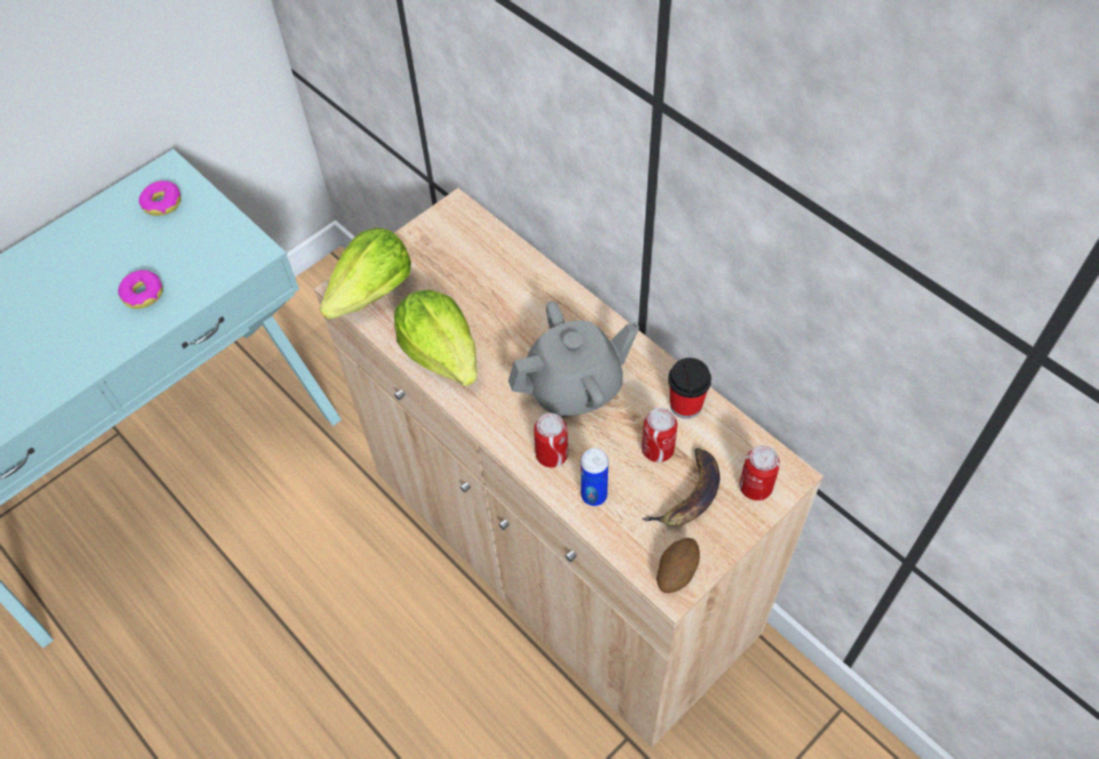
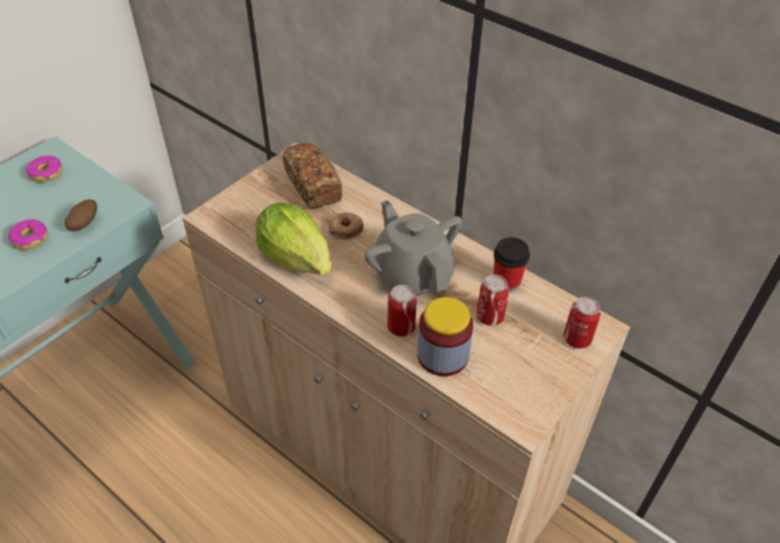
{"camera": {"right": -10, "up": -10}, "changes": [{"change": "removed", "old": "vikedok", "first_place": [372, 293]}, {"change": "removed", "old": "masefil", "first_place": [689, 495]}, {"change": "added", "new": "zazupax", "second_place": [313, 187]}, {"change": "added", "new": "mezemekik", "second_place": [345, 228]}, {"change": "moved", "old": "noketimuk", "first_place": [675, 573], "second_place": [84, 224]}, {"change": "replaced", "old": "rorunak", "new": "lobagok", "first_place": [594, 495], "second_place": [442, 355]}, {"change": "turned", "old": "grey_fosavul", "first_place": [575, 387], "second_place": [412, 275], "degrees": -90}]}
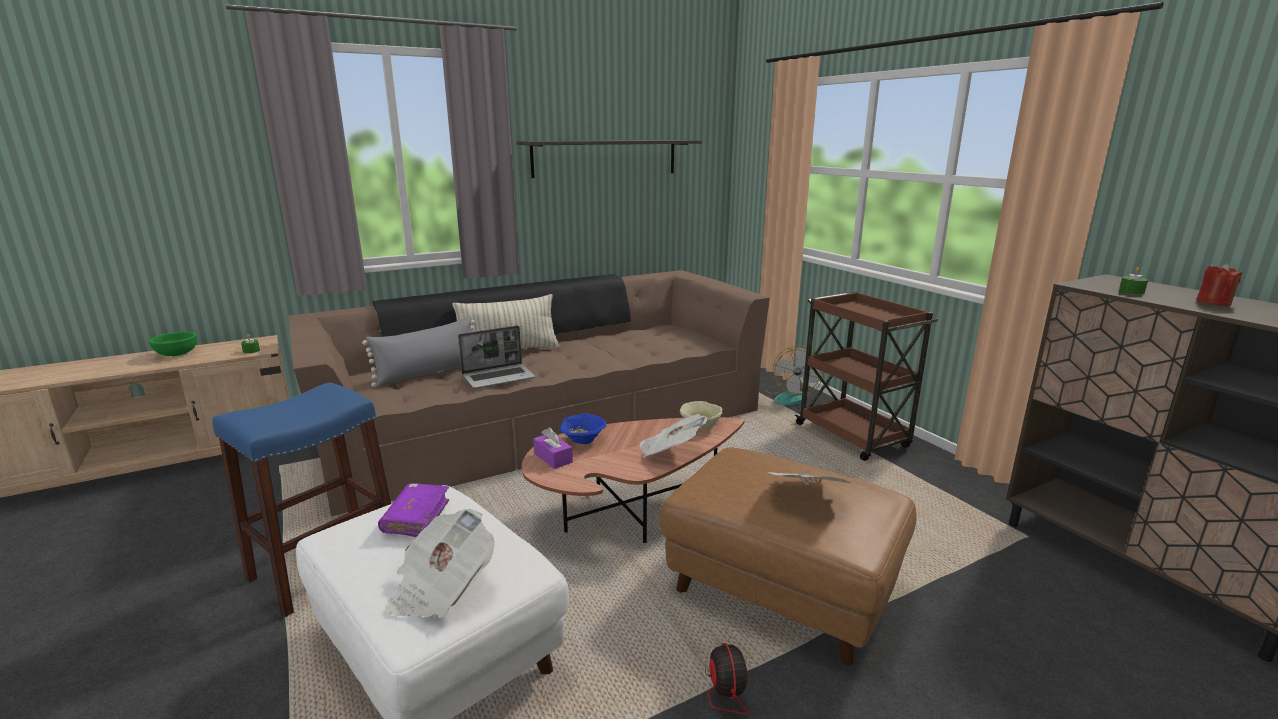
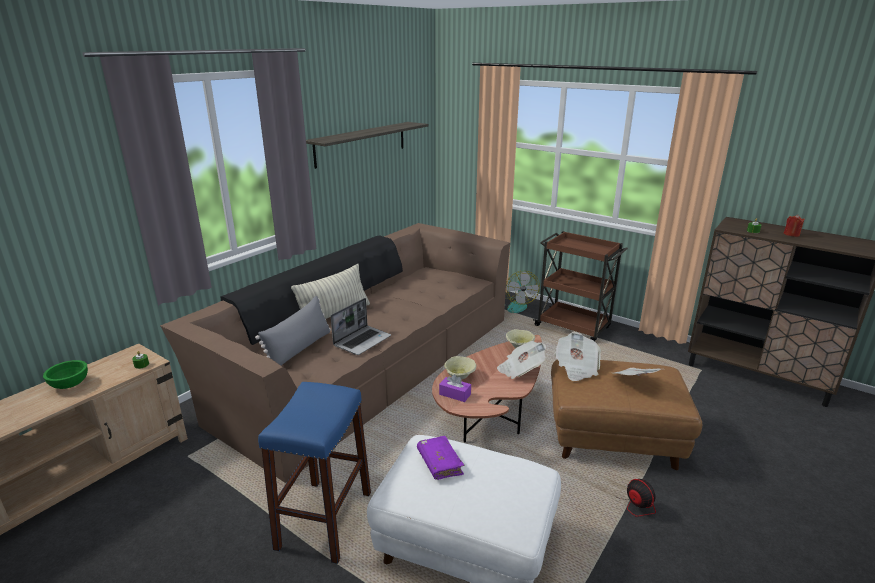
{"camera": {"right": -25, "up": 5}, "changes": [{"change": "moved", "old": "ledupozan", "first_place": [442, 587], "second_place": [576, 368]}, {"change": "recoloured", "old": "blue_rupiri", "new": "beige_rupiri", "first_place": [583, 441], "second_place": [460, 376]}]}
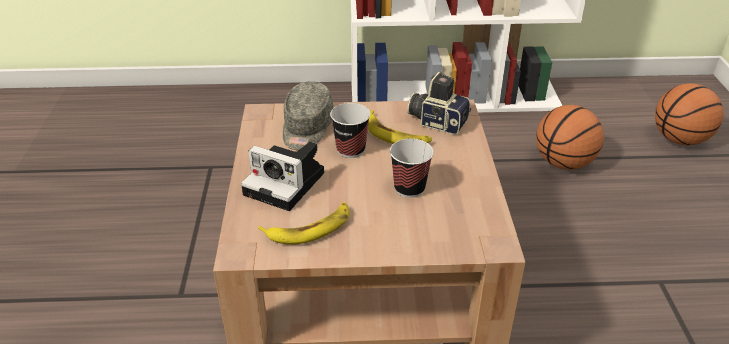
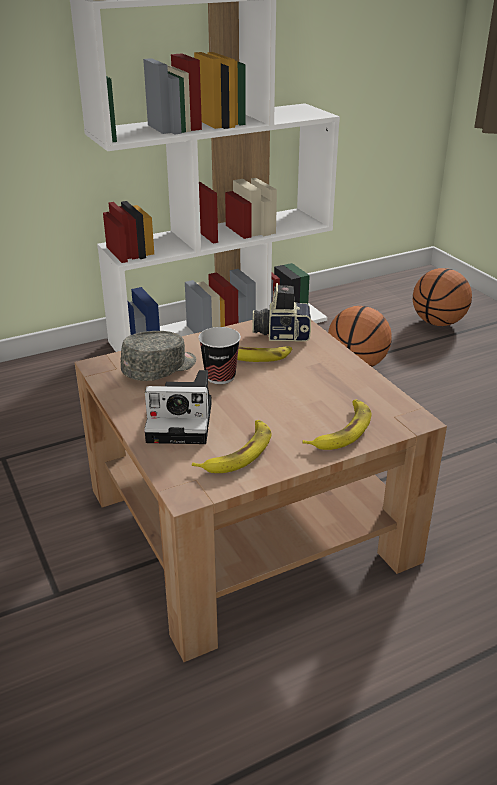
{"camera": {"right": -25, "up": -5}, "changes": [{"change": "removed", "old": "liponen", "first_place": [409, 188]}, {"change": "added", "new": "masefil", "second_place": [342, 430]}, {"change": "turned", "old": "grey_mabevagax", "first_place": [306, 129], "second_place": [160, 369], "degrees": -120}]}
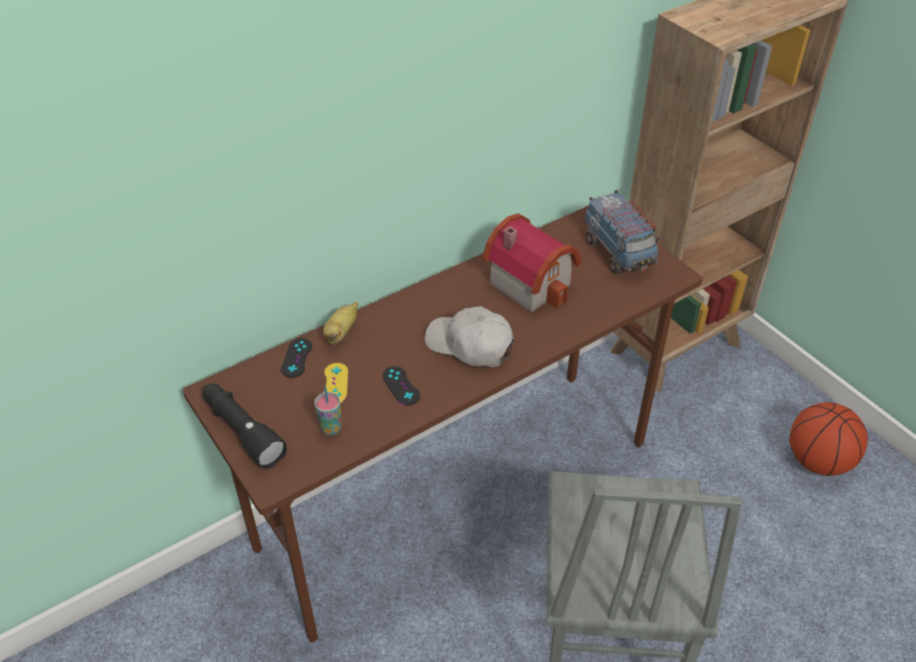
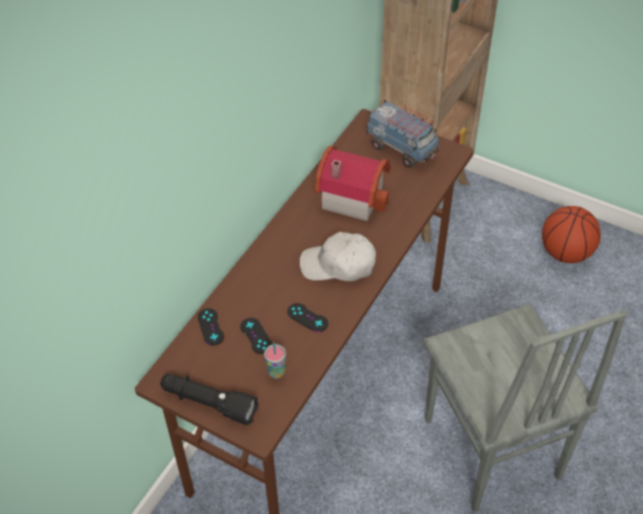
{"camera": {"right": -25, "up": 5}, "changes": [{"change": "removed", "old": "masefil", "first_place": [341, 333]}, {"change": "recoloured", "old": "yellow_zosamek", "new": "black_zosamek", "first_place": [335, 384], "second_place": [256, 336]}]}
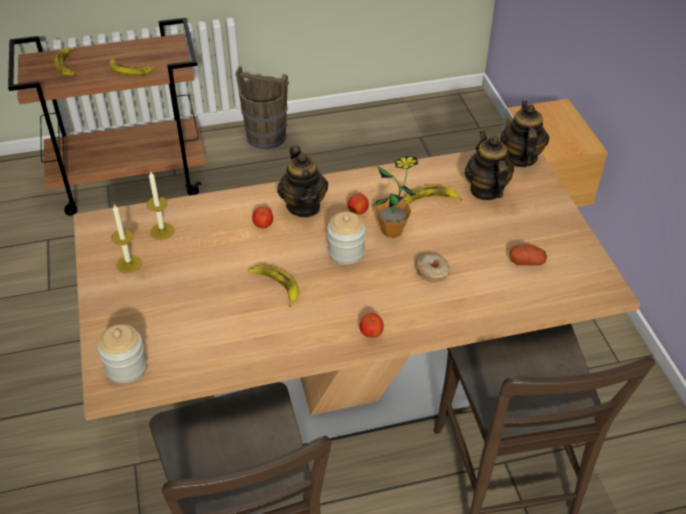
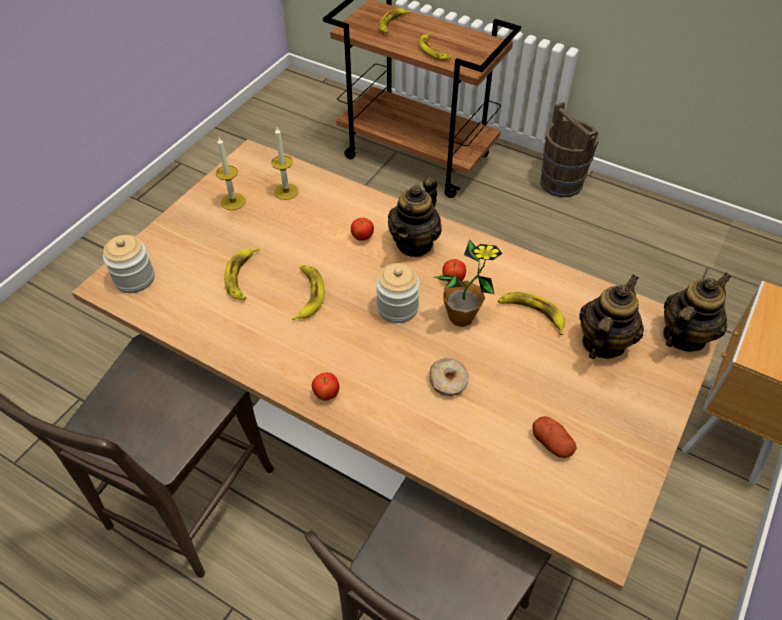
{"camera": {"right": 45, "up": 5}, "changes": [{"change": "added", "new": "masefil", "second_place": [242, 277]}]}
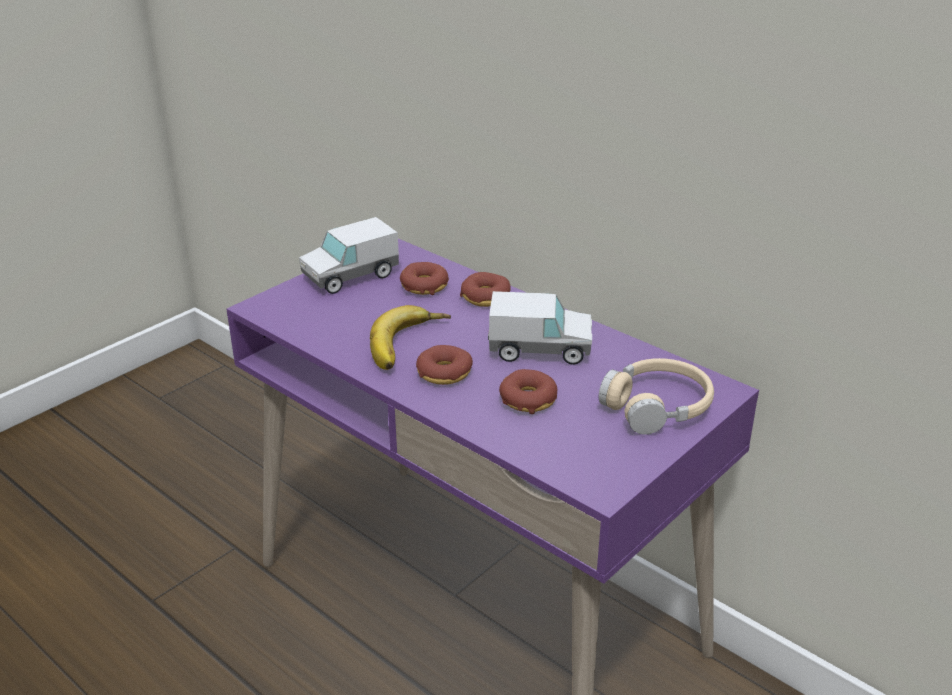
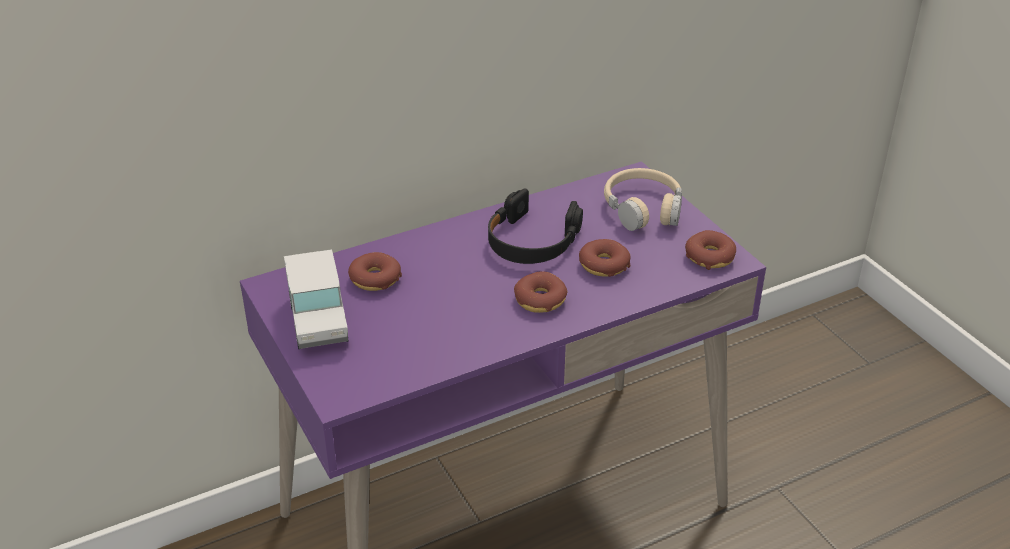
{"camera": {"right": -70, "up": 5}, "changes": [{"change": "removed", "old": "masefil", "first_place": [410, 345]}, {"change": "moved", "old": "mezemekik", "first_place": [485, 297], "second_place": [709, 257]}, {"change": "replaced", "old": "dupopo", "new": "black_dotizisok", "first_place": [539, 349], "second_place": [531, 241]}]}
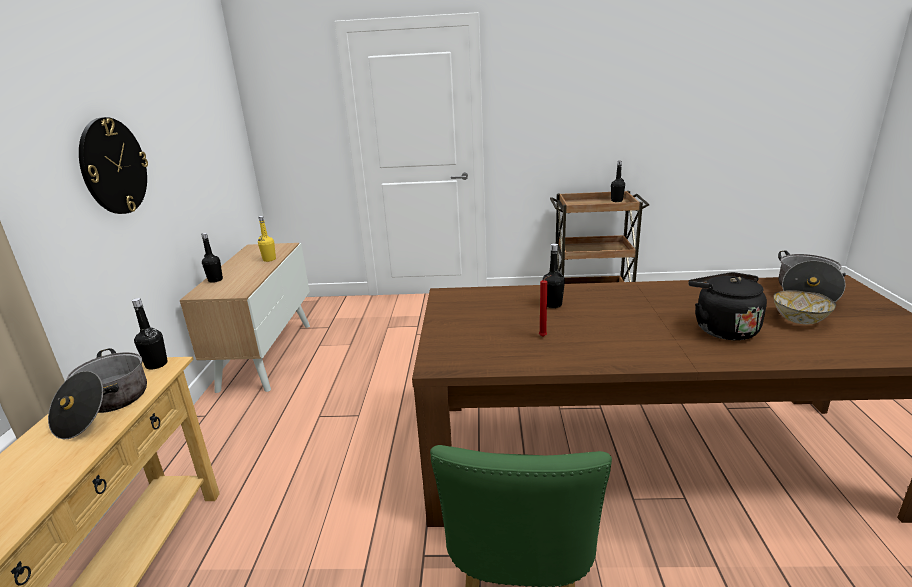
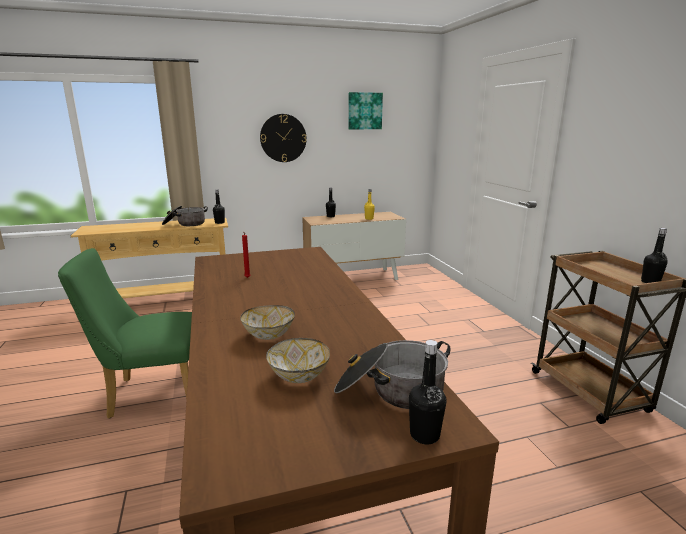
{"camera": {"right": 70, "up": -5}, "changes": [{"change": "added", "new": "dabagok", "second_place": [364, 111]}, {"change": "moved", "old": "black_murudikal", "first_place": [552, 304], "second_place": [424, 435]}, {"change": "replaced", "old": "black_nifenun", "new": "rupiri", "first_place": [722, 329], "second_place": [269, 335]}]}
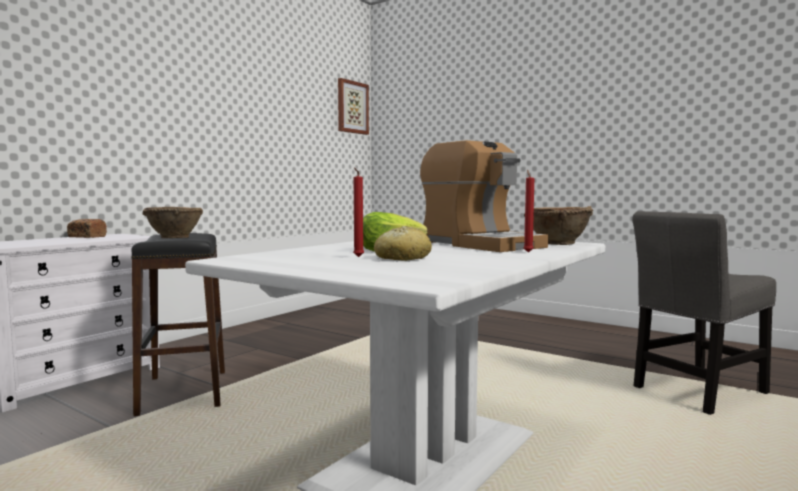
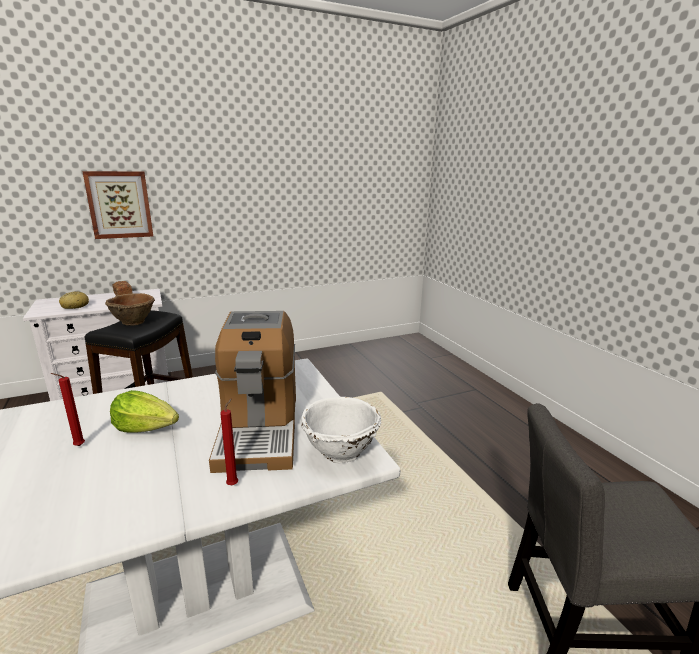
{"camera": {"right": 30, "up": 15}, "changes": [{"change": "moved", "old": "dabagok", "first_place": [352, 107], "second_place": [119, 204]}, {"change": "moved", "old": "zazupax", "first_place": [402, 258], "second_place": [75, 306]}, {"change": "recoloured", "old": "brown_rupiri", "new": "white_rupiri", "first_place": [557, 243], "second_place": [340, 452]}]}
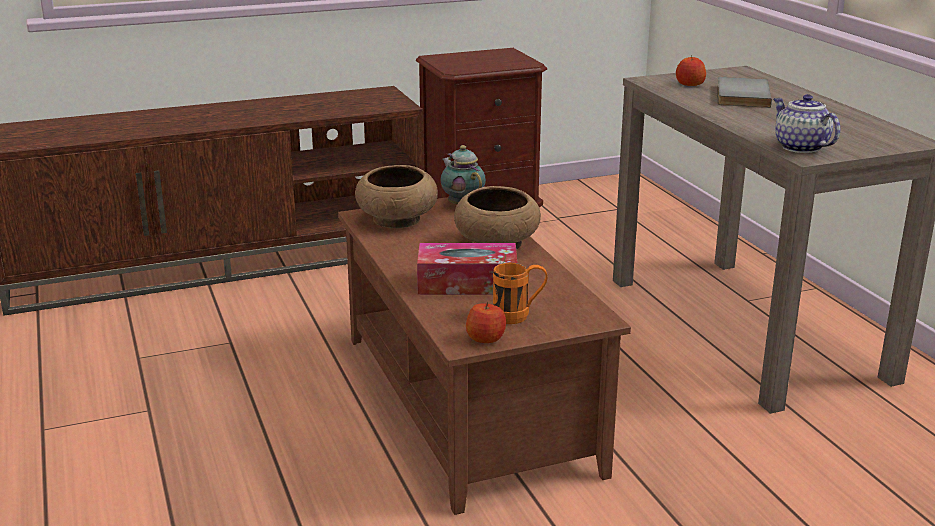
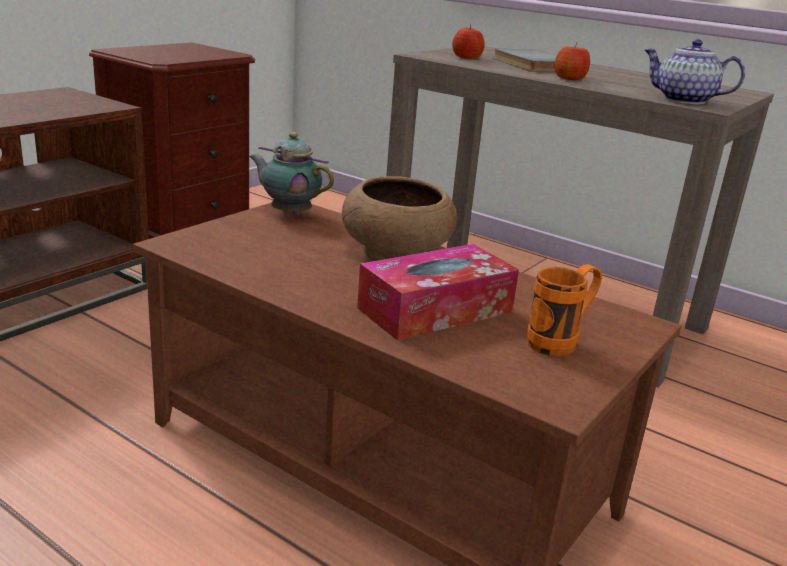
{"camera": {"right": -35, "up": 0}, "changes": [{"change": "removed", "old": "brown_rupiri", "first_place": [397, 220]}, {"change": "moved", "old": "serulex", "first_place": [486, 338], "second_place": [569, 79]}]}
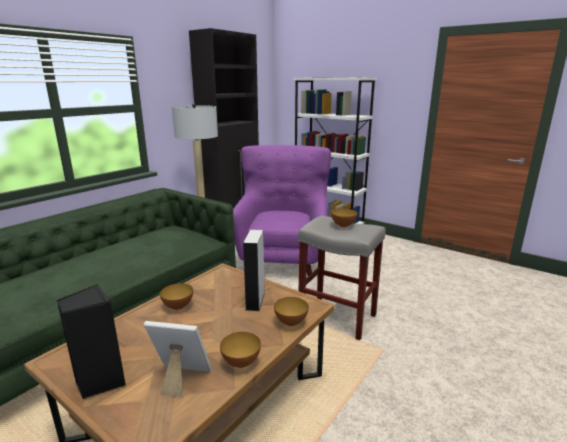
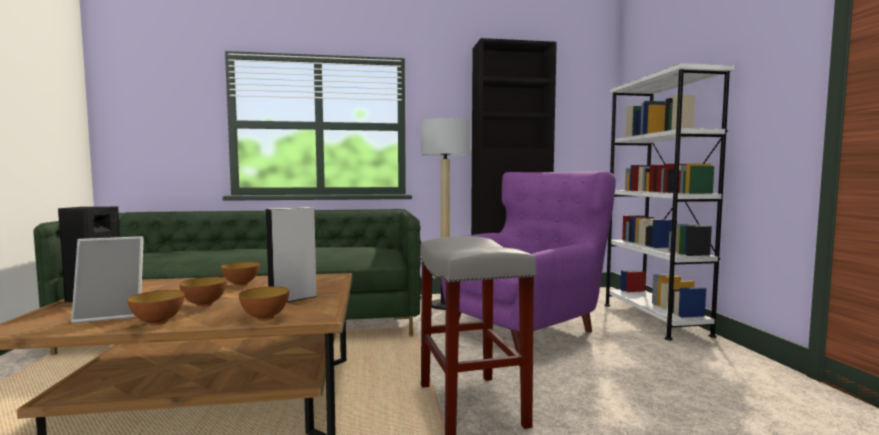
{"camera": {"right": 45, "up": -15}, "changes": [{"change": "moved", "old": "rupiri", "first_place": [343, 226], "second_place": [204, 304]}, {"change": "turned", "old": "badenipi", "first_place": [180, 379], "second_place": [113, 314], "degrees": 105}]}
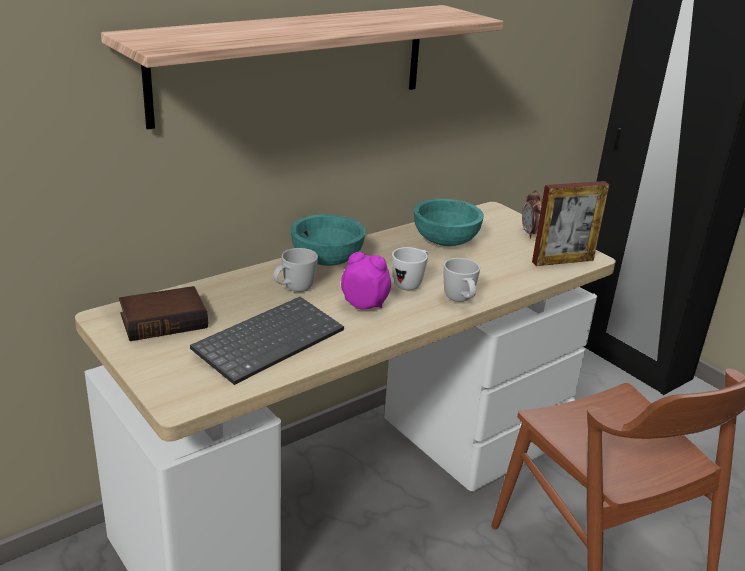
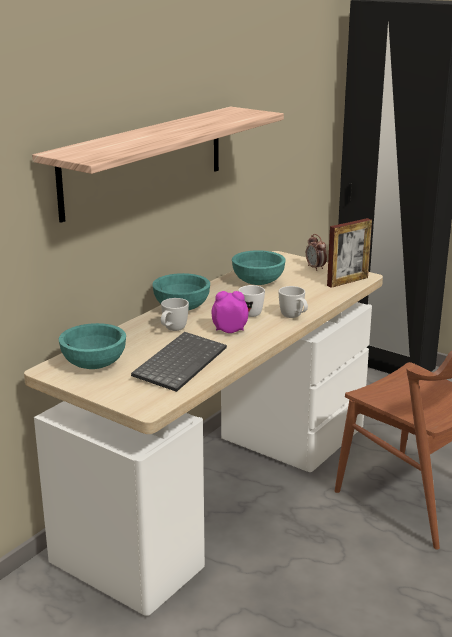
{"camera": {"right": -15, "up": -5}, "changes": [{"change": "replaced", "old": "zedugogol", "new": "turquoise_rupiri", "first_place": [164, 319], "second_place": [94, 364]}]}
